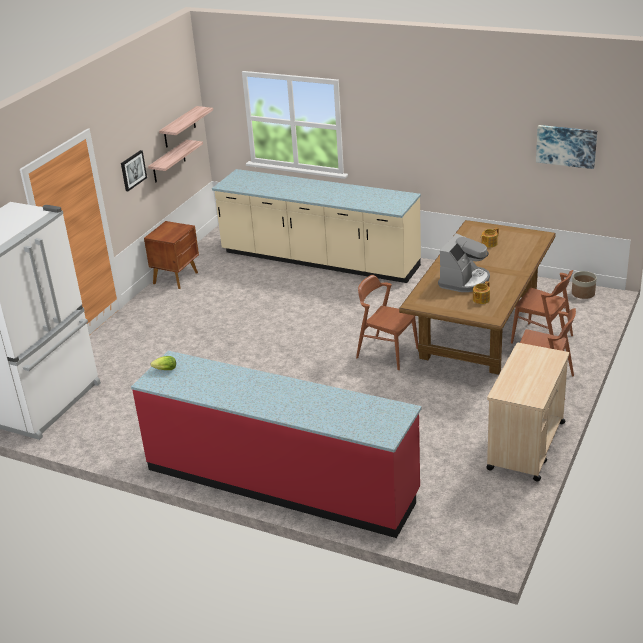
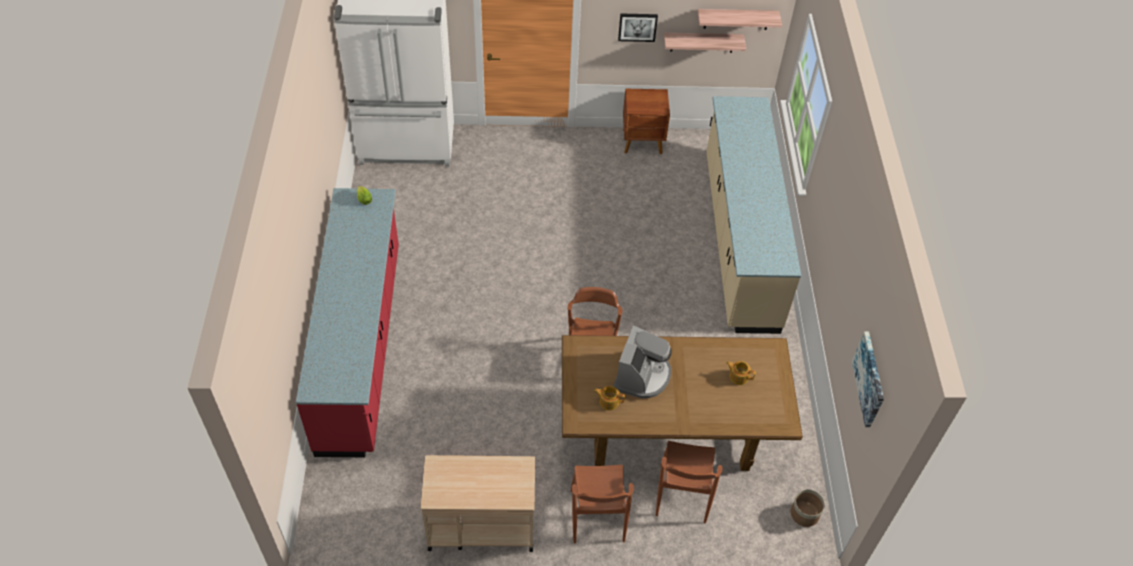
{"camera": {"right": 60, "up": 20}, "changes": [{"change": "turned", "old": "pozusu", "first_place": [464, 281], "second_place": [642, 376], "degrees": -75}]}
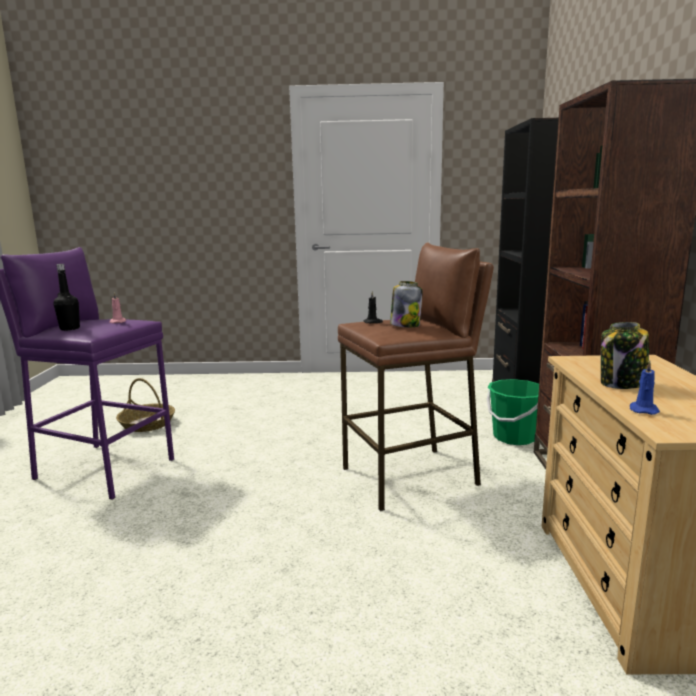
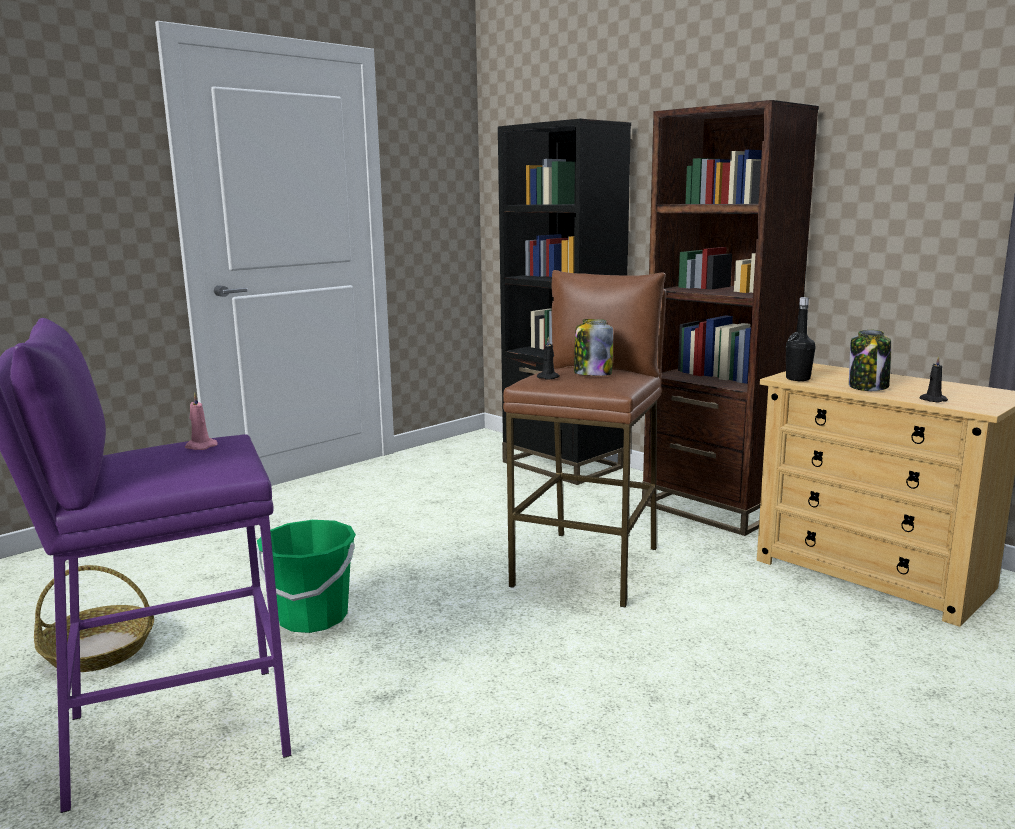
{"camera": {"right": -45, "up": 0}, "changes": [{"change": "moved", "old": "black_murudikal", "first_place": [70, 328], "second_place": [798, 379]}, {"change": "moved", "old": "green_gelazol", "first_place": [514, 437], "second_place": [312, 617]}, {"change": "recoloured", "old": "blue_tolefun", "new": "black_tolefun", "first_place": [643, 410], "second_place": [932, 400]}]}
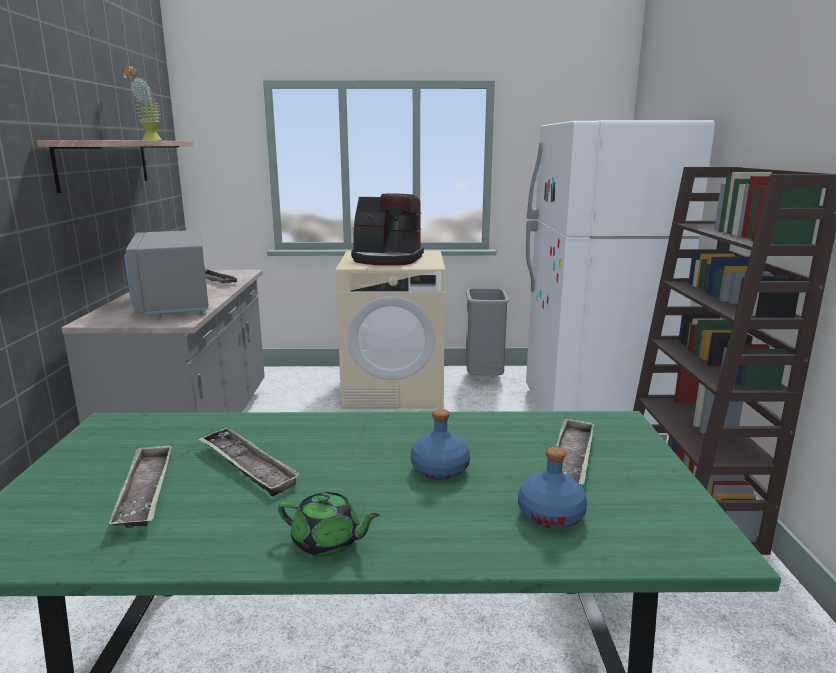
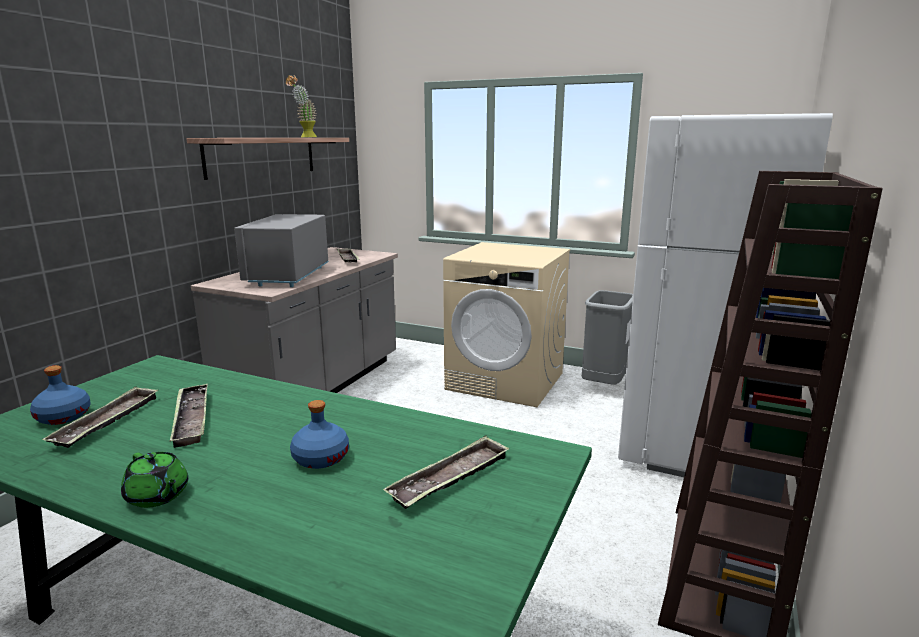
{"camera": {"right": 25, "up": 0}, "changes": [{"change": "removed", "old": "pozusu", "first_place": [386, 259]}, {"change": "moved", "old": "blue_murudikal", "first_place": [551, 515], "second_place": [64, 416]}]}
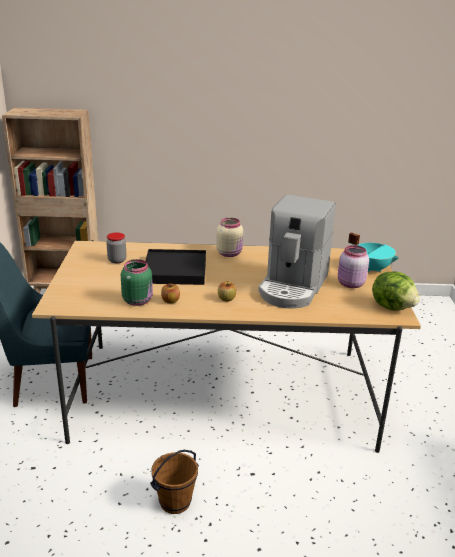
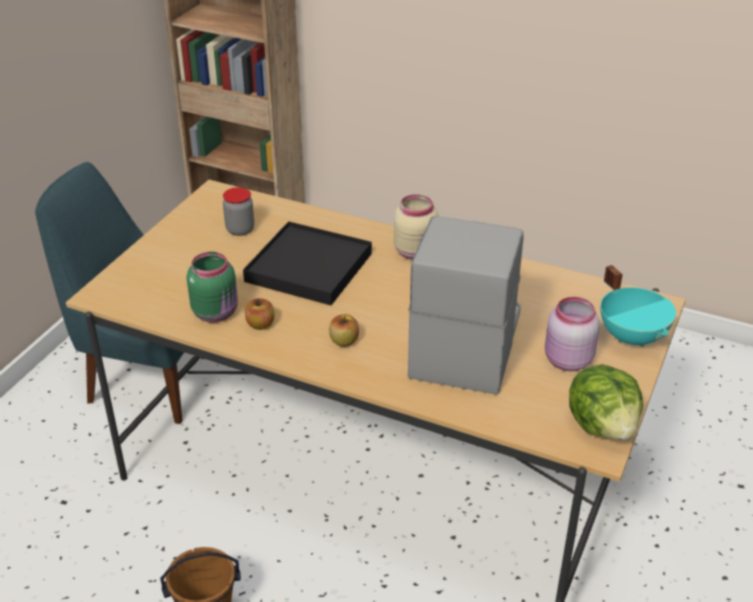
{"camera": {"right": 25, "up": 10}, "changes": [{"change": "turned", "old": "pozusu", "first_place": [293, 287], "second_place": [466, 343], "degrees": 150}]}
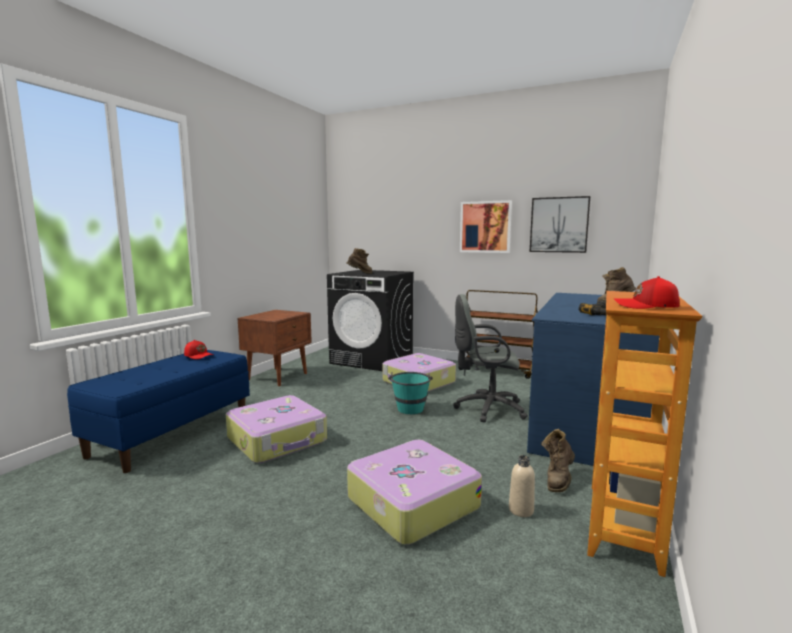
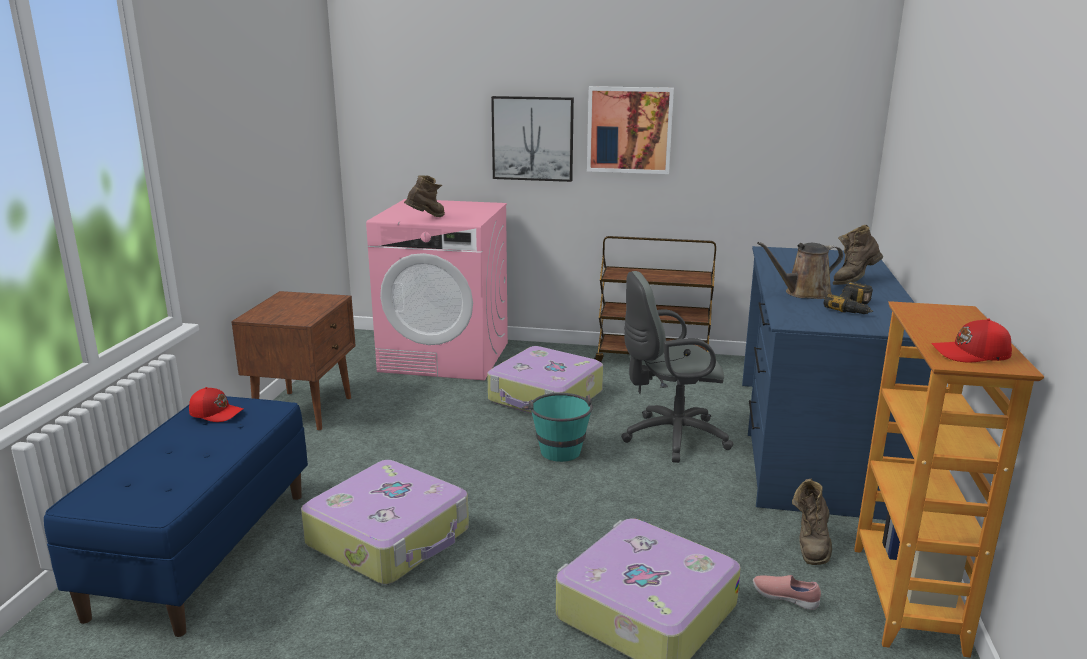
{"camera": {"right": -15, "up": 10}, "changes": [{"change": "added", "new": "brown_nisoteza", "second_place": [803, 293]}, {"change": "moved", "old": "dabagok", "first_place": [559, 225], "second_place": [532, 138]}, {"change": "replaced", "old": "beige_murudikal", "new": "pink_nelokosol", "first_place": [521, 510], "second_place": [785, 598]}, {"change": "recoloured", "old": "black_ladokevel", "new": "pink_ladokevel", "first_place": [372, 360], "second_place": [446, 357]}]}
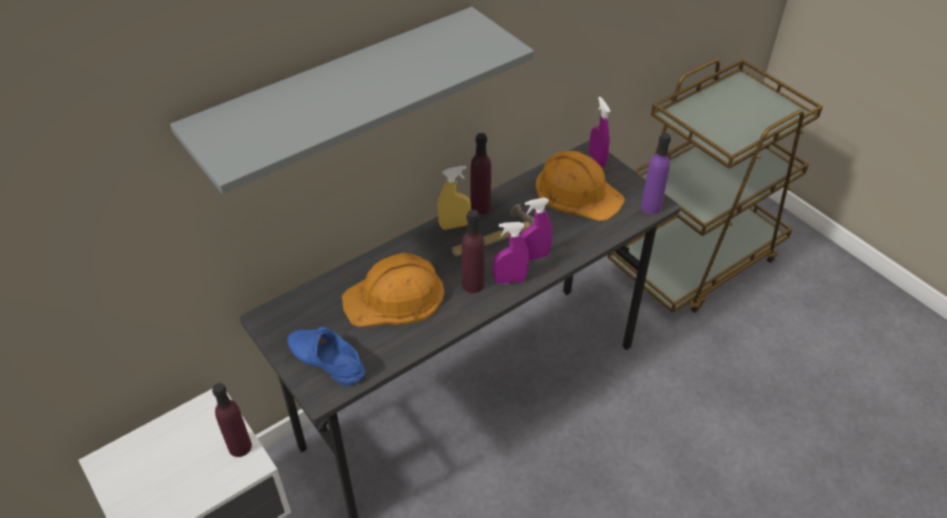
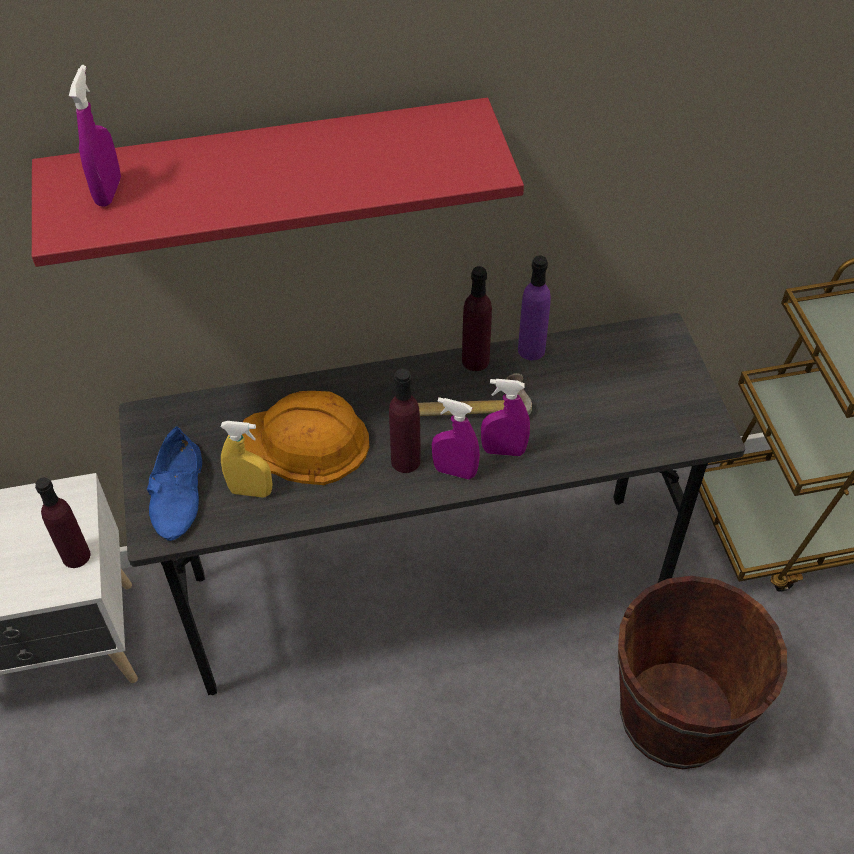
{"camera": {"right": 25, "up": 5}, "changes": [{"change": "removed", "old": "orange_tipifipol", "first_place": [577, 192]}, {"change": "added", "new": "brown_gelazol", "second_place": [676, 716]}, {"change": "moved", "old": "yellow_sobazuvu", "first_place": [454, 225], "second_place": [251, 491]}, {"change": "moved", "old": "purple_sobazuvu", "first_place": [597, 160], "second_place": [108, 192]}, {"change": "moved", "old": "purple_murudikal", "first_place": [651, 207], "second_place": [531, 350]}, {"change": "recoloured", "old": "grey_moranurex", "new": "red_moranurex", "first_place": [338, 97], "second_place": [272, 175]}, {"change": "turned", "old": "blue_nelokosol", "first_place": [325, 360], "second_place": [181, 493], "degrees": -150}]}
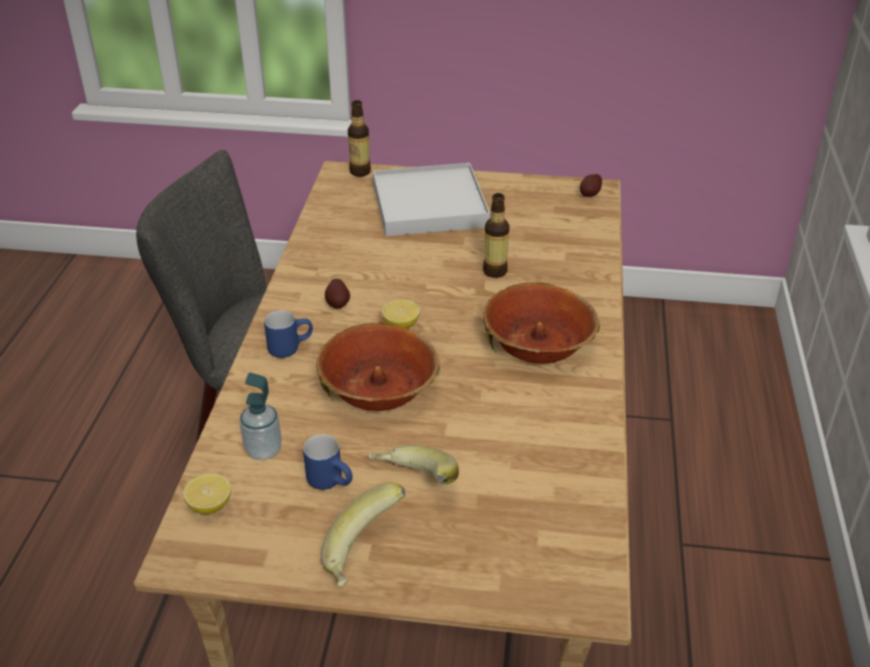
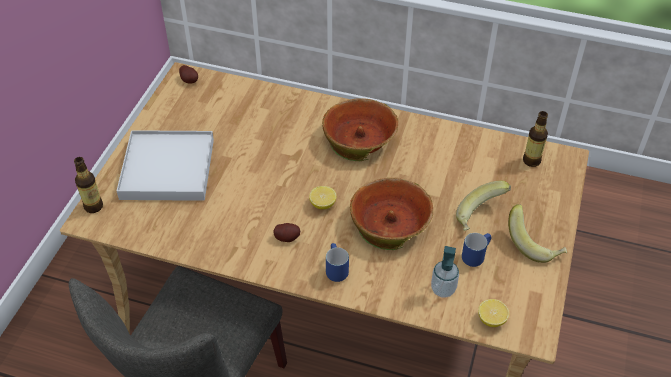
{"camera": {"right": -80, "up": 10}, "changes": [{"change": "moved", "old": "murudikal", "first_place": [495, 271], "second_place": [531, 161]}]}
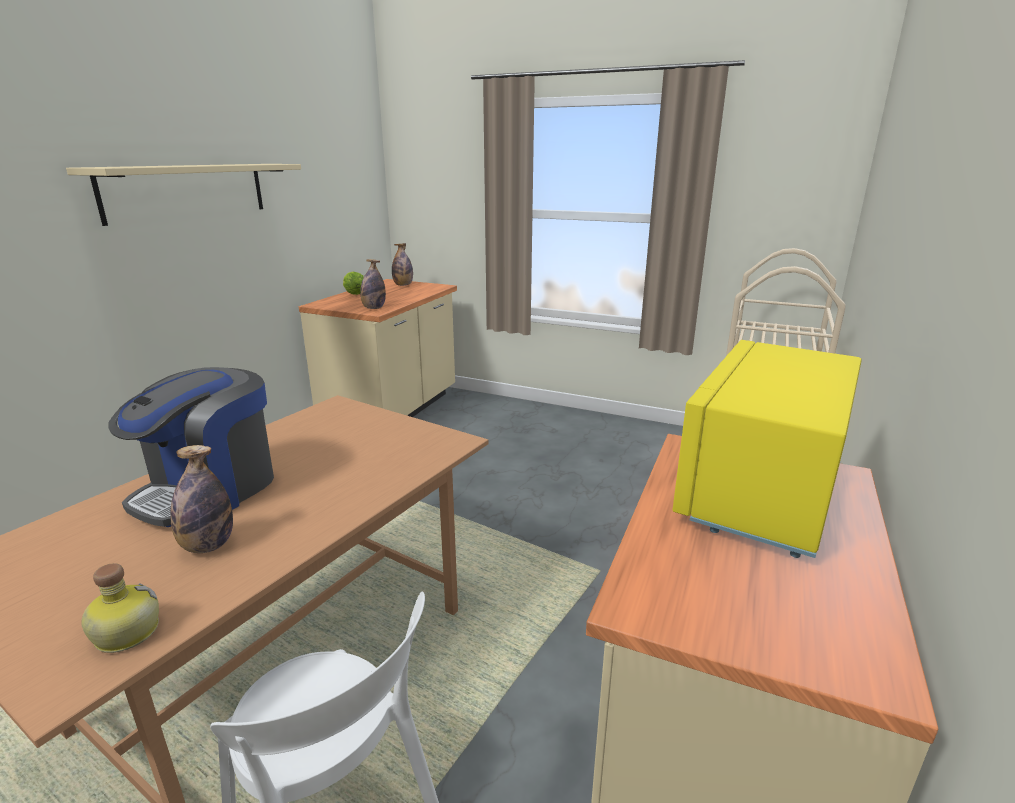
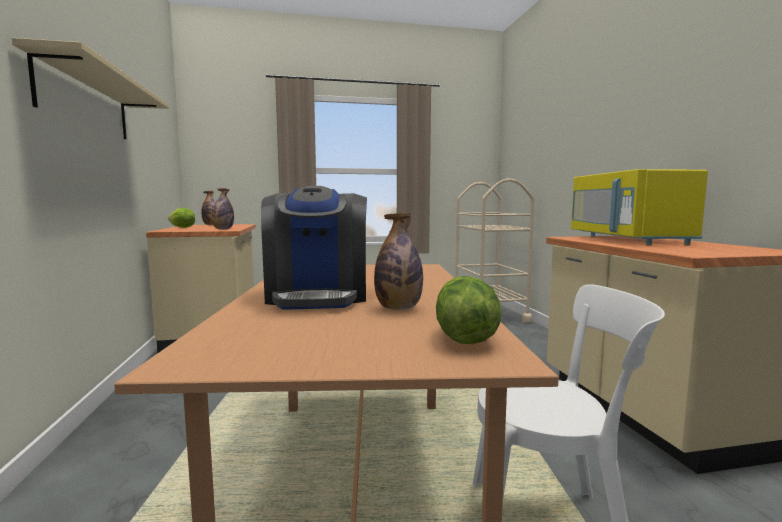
{"camera": {"right": -35, "up": -15}, "changes": [{"change": "replaced", "old": "murudikal", "new": "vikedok", "first_place": [125, 632], "second_place": [464, 337]}]}
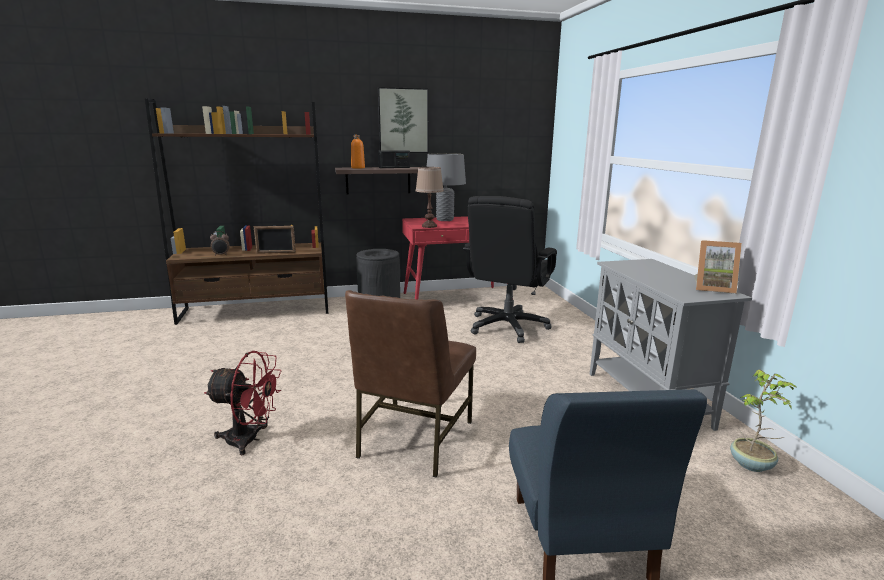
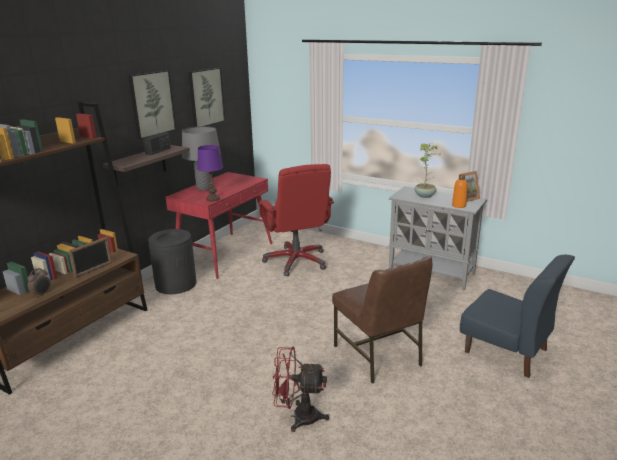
{"camera": {"right": -45, "up": 5}, "changes": [{"change": "added", "new": "dabagok", "second_place": [206, 97]}, {"change": "moved", "old": "orange_murudikal", "first_place": [358, 168], "second_place": [458, 205]}, {"change": "moved", "old": "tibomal", "first_place": [752, 465], "second_place": [425, 196]}, {"change": "recoloured", "old": "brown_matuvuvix", "new": "purple_matuvuvix", "first_place": [429, 226], "second_place": [213, 199]}, {"change": "recoloured", "old": "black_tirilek", "new": "red_tirilek", "first_place": [507, 326], "second_place": [296, 261]}, {"change": "turned", "old": "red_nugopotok", "first_place": [250, 440], "second_place": [298, 417], "degrees": -135}]}
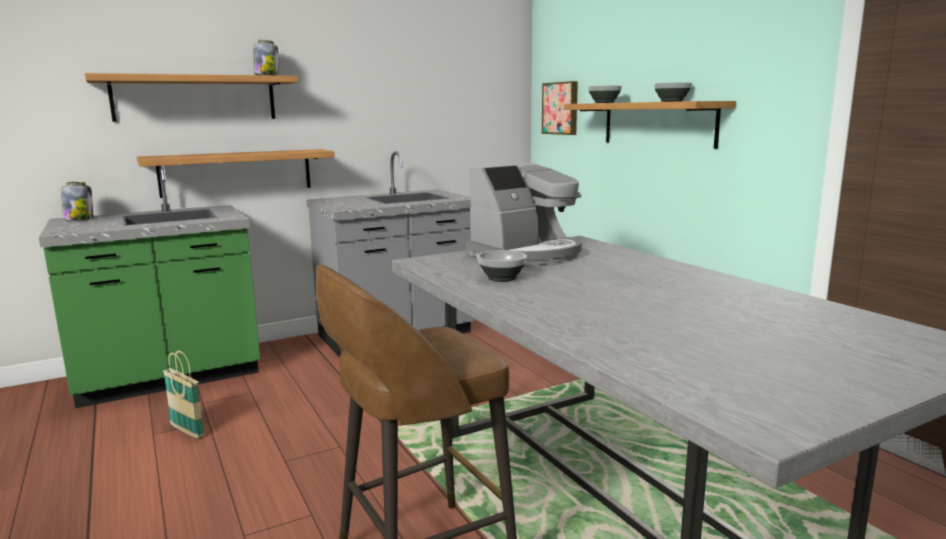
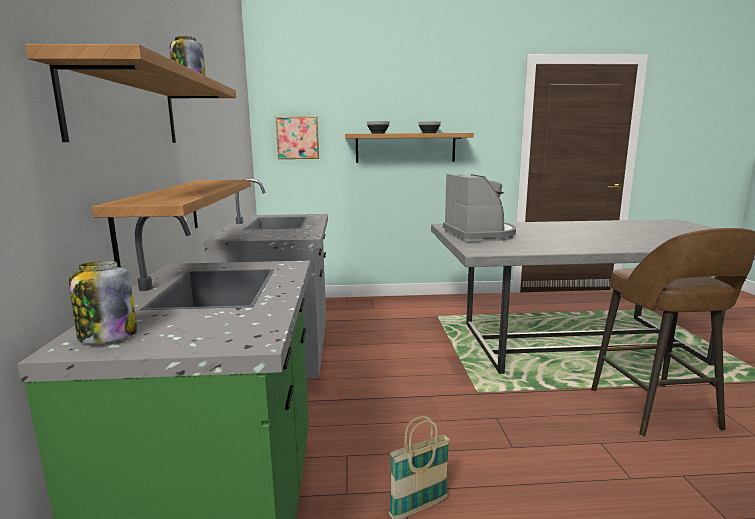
{"camera": {"right": -65, "up": 0}, "changes": [{"change": "removed", "old": "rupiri", "first_place": [501, 278]}]}
